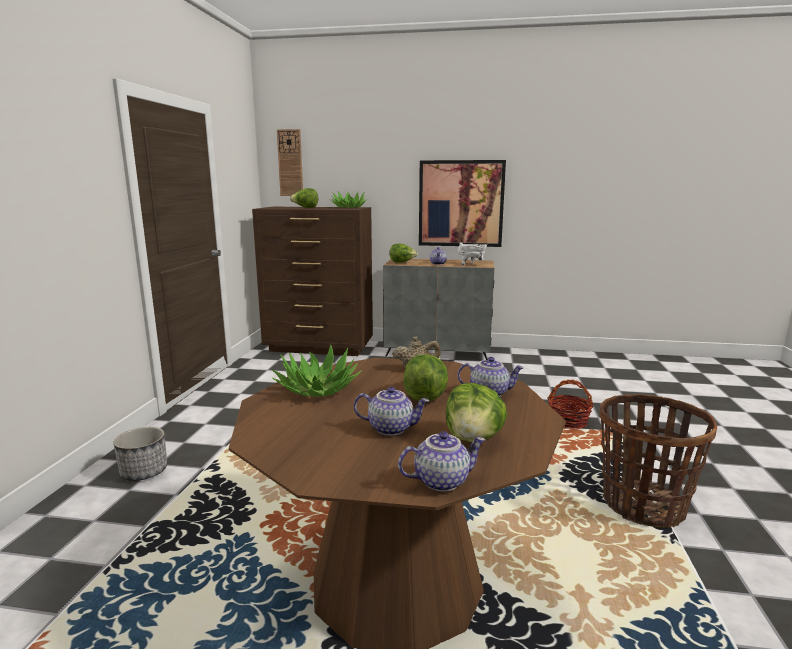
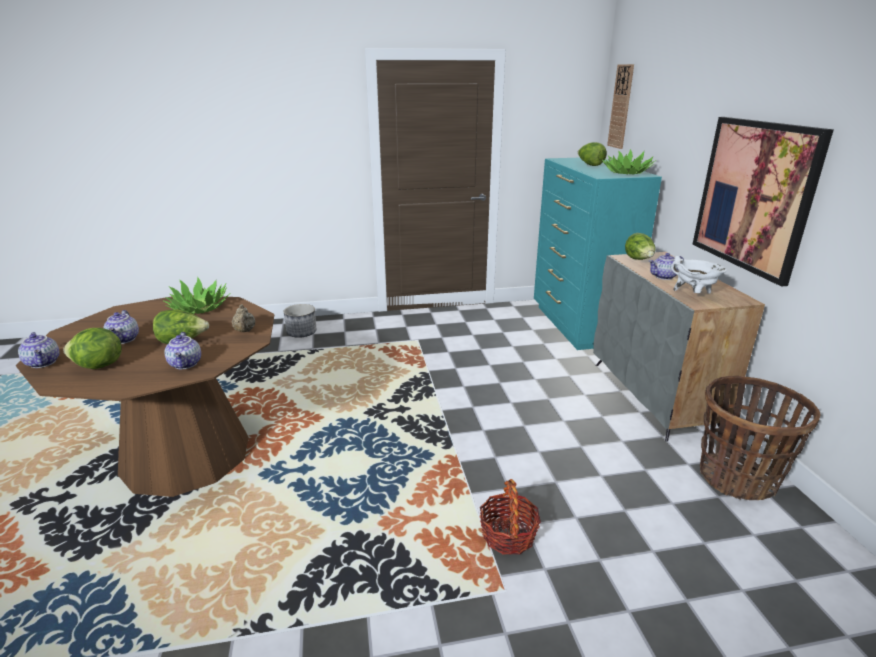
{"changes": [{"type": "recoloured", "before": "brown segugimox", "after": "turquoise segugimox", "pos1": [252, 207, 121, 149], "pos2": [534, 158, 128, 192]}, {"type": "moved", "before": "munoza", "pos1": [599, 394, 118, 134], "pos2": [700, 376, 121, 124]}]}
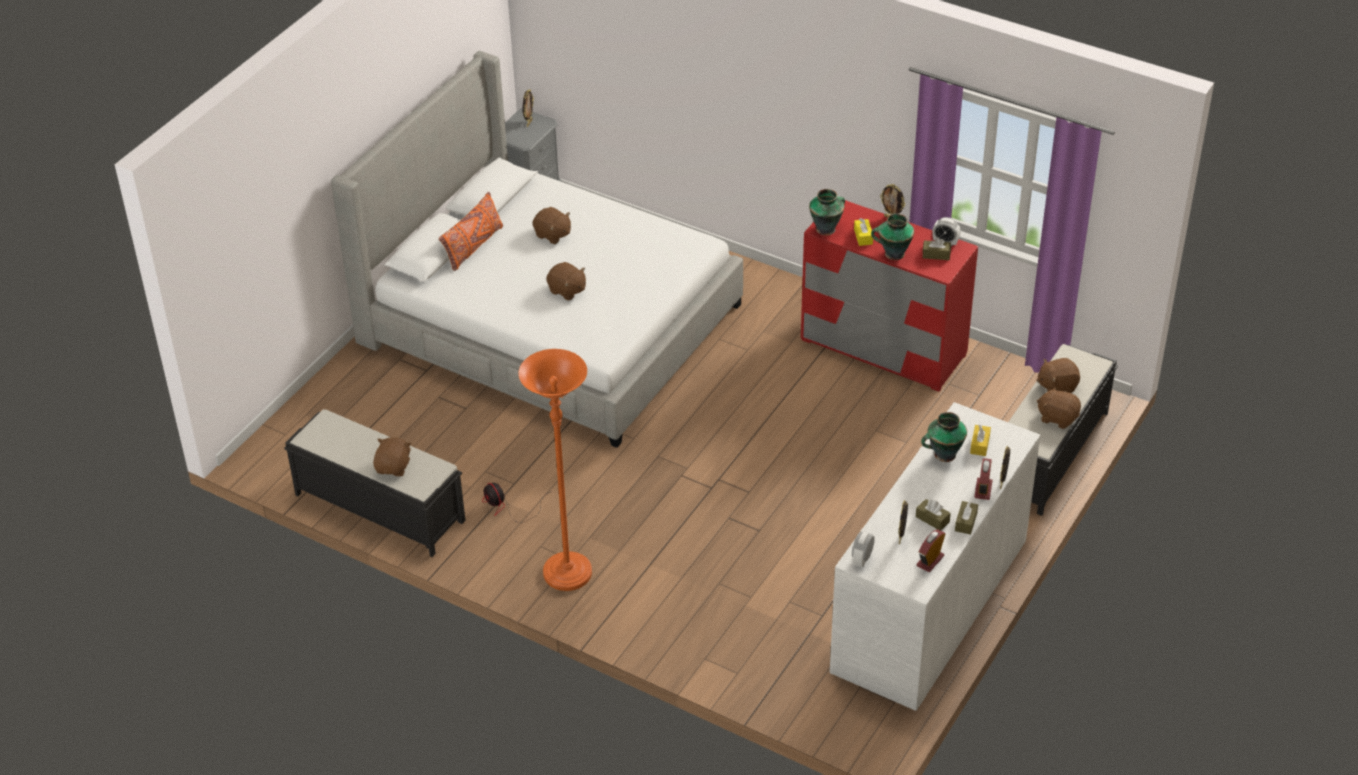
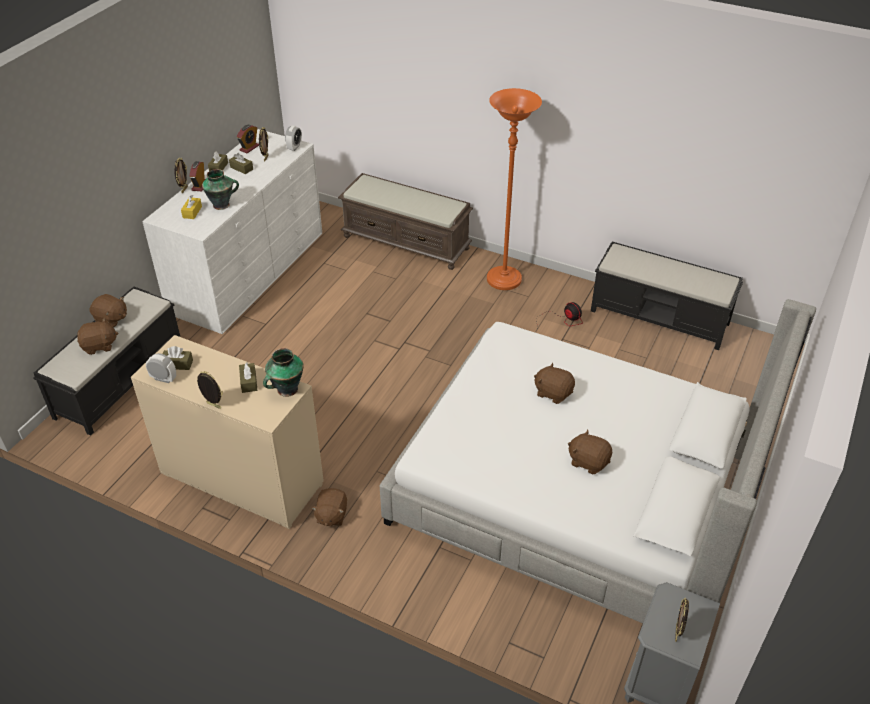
{"changes": [{"type": "recoloured", "before": "red segugimox", "after": "beige segugimox", "pos1": [801, 200, 177, 192], "pos2": [131, 335, 193, 194]}, {"type": "recoloured", "before": "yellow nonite", "after": "brown nonite", "pos1": [854, 218, 19, 28], "pos2": [239, 362, 18, 31]}, {"type": "moved", "before": "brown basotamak", "pos1": [373, 437, 38, 39], "pos2": [311, 488, 36, 38]}, {"type": "added", "after": "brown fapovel", "pos2": [338, 173, 135, 97]}, {"type": "removed", "before": "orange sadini", "pos1": [439, 192, 64, 79]}, {"type": "removed", "before": "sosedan", "pos1": [871, 213, 43, 47]}]}
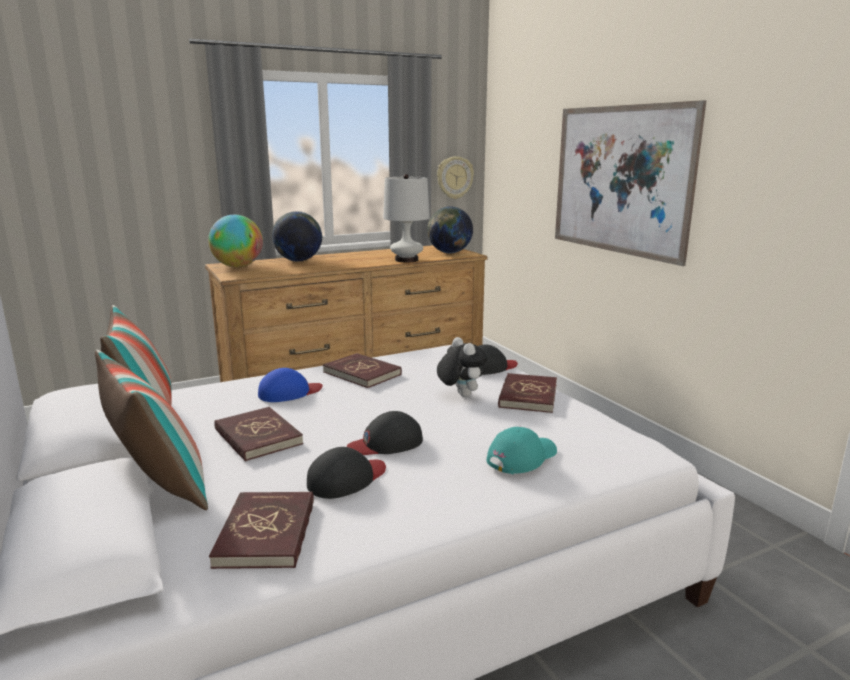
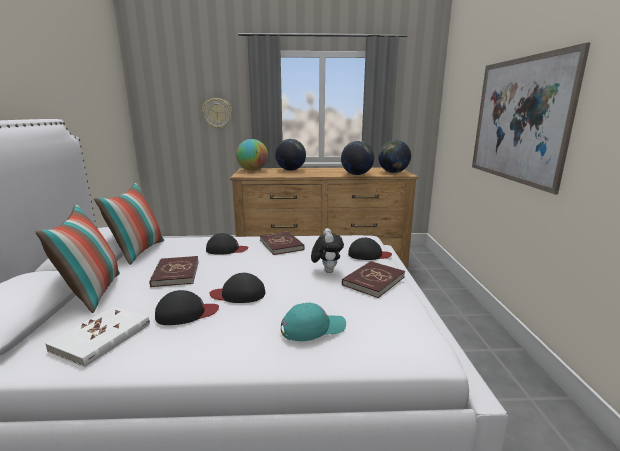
{"changes": [{"type": "recoloured", "before": "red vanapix", "after": "white vanapix", "pos1": [209, 492, 105, 77], "pos2": [45, 306, 105, 61]}, {"type": "moved", "before": "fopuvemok", "pos1": [437, 156, 37, 43], "pos2": [202, 98, 30, 31]}, {"type": "recoloured", "before": "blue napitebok", "after": "black napitebok", "pos1": [258, 368, 64, 34], "pos2": [206, 233, 42, 21]}, {"type": "replaced", "before": "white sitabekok", "after": "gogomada", "pos1": [383, 174, 47, 88], "pos2": [341, 141, 33, 34]}]}
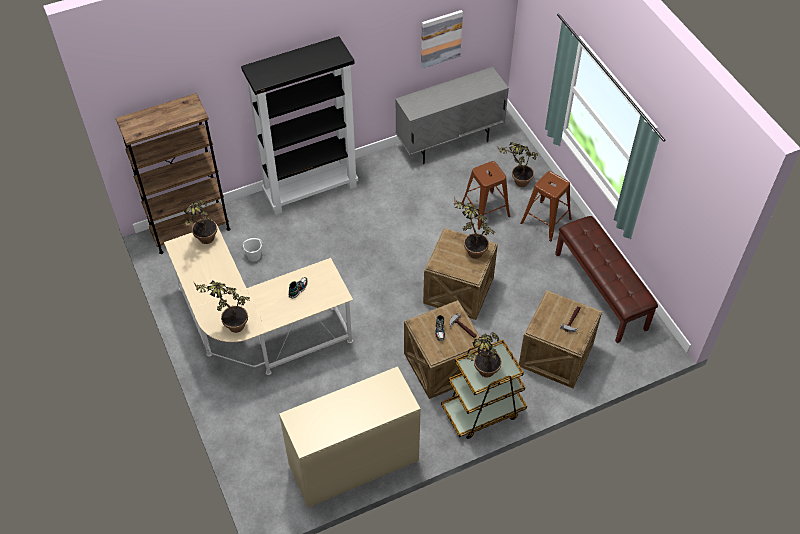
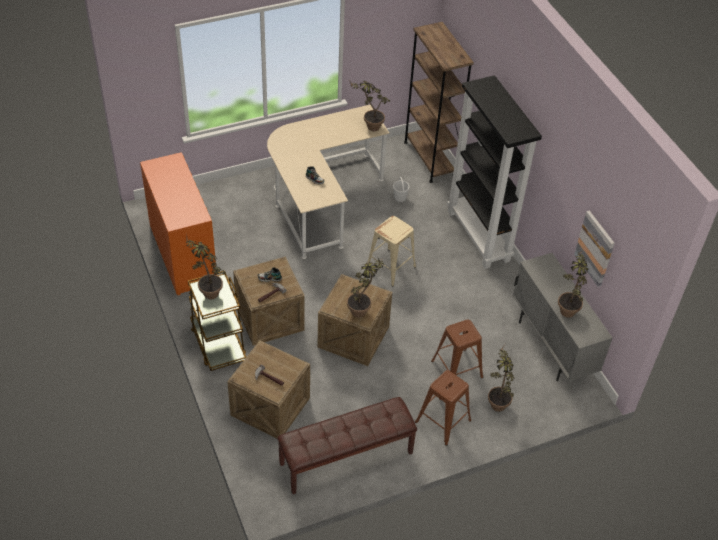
{"changes": [{"type": "recoloured", "before": "beige segugimox", "after": "orange segugimox", "pos1": [279, 366, 142, 142], "pos2": [140, 152, 77, 143]}, {"type": "added", "after": "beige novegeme", "pos2": [367, 216, 49, 71]}, {"type": "moved", "before": "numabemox", "pos1": [194, 281, 56, 52], "pos2": [558, 249, 30, 69]}]}
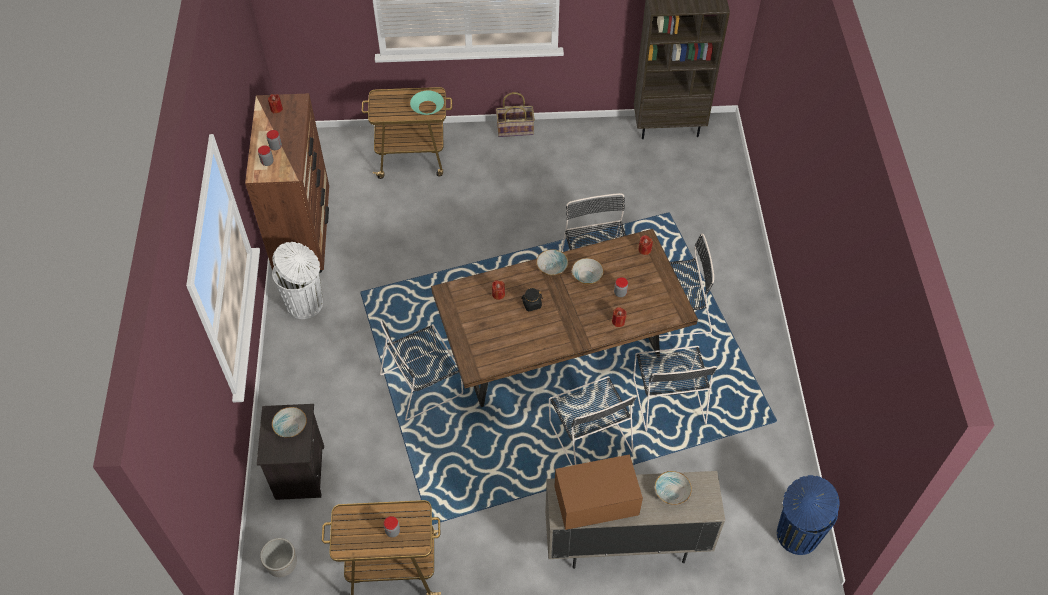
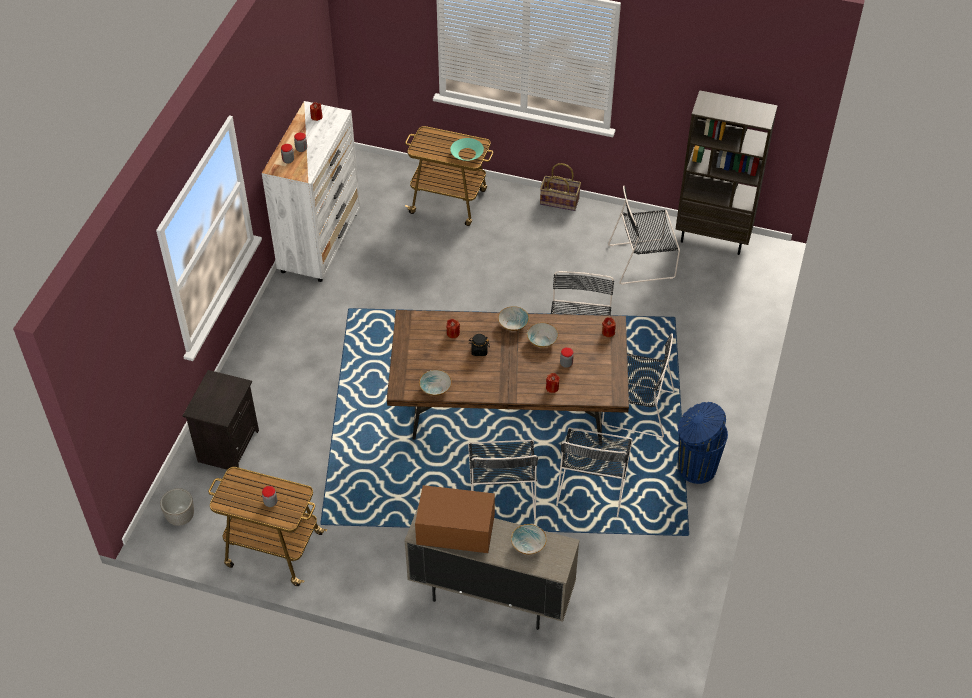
{"changes": [{"type": "recoloured", "before": "brown segugimox", "after": "white segugimox", "pos1": [245, 93, 84, 180], "pos2": [262, 101, 98, 181]}, {"type": "moved", "before": "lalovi", "pos1": [272, 407, 35, 31], "pos2": [419, 370, 33, 26]}, {"type": "moved", "before": "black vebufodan", "pos1": [380, 320, 83, 101], "pos2": [608, 185, 72, 100]}, {"type": "moved", "before": "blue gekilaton", "pos1": [777, 475, 62, 80], "pos2": [677, 402, 51, 82]}, {"type": "removed", "before": "white gekilaton", "pos1": [272, 242, 51, 77]}]}
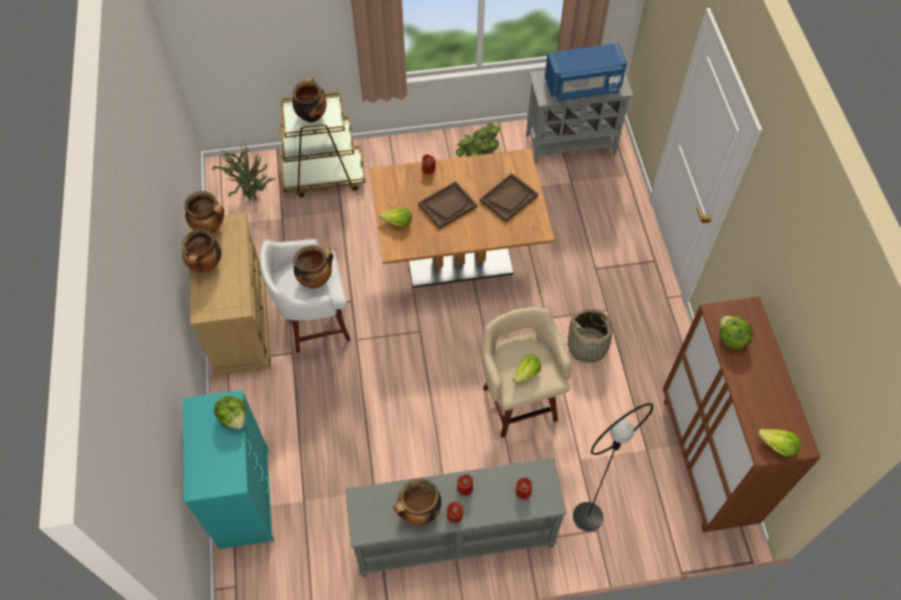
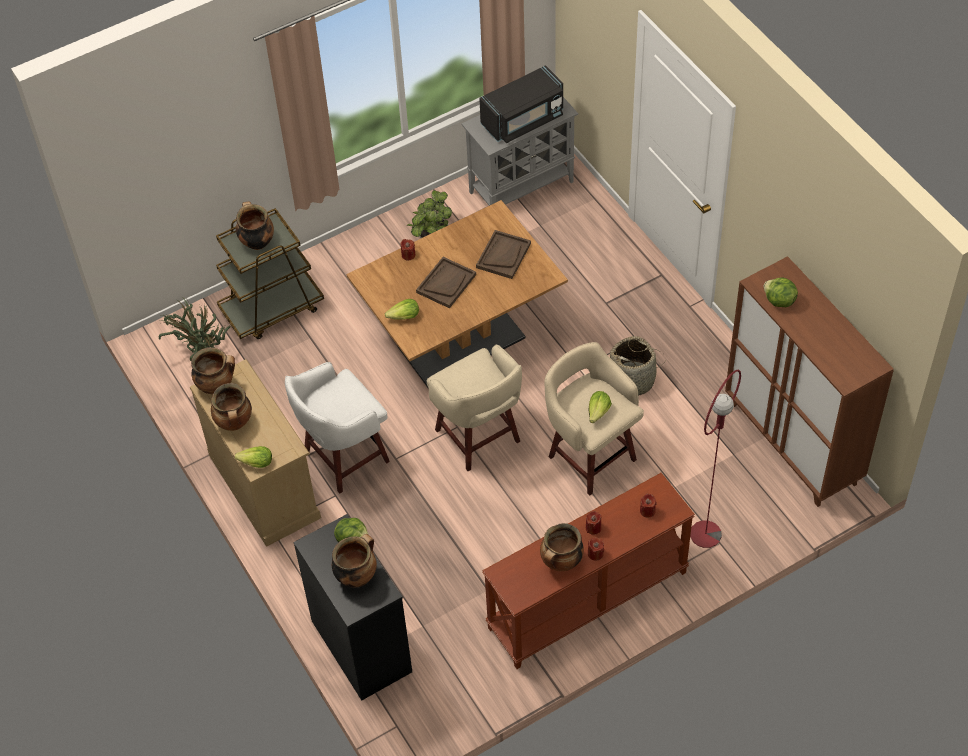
{"changes": [{"type": "moved", "before": "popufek", "pos1": [758, 429, 43, 28], "pos2": [235, 446, 37, 22]}, {"type": "recoloured", "before": "turquoise segugimox", "after": "black segugimox", "pos1": [183, 390, 91, 159], "pos2": [293, 514, 119, 187]}, {"type": "moved", "before": "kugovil", "pos1": [293, 245, 40, 43], "pos2": [332, 534, 45, 54]}, {"type": "added", "after": "beige novegeme", "pos2": [427, 344, 95, 127]}, {"type": "recoloured", "before": "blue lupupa", "after": "black lupupa", "pos1": [545, 43, 82, 58], "pos2": [479, 65, 84, 78]}, {"type": "recoloured", "before": "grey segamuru", "after": "brown segamuru", "pos1": [345, 458, 222, 119], "pos2": [483, 473, 212, 196]}, {"type": "recoloured", "before": "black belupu", "after": "red belupu", "pos1": [573, 403, 80, 128], "pos2": [690, 369, 51, 179]}]}
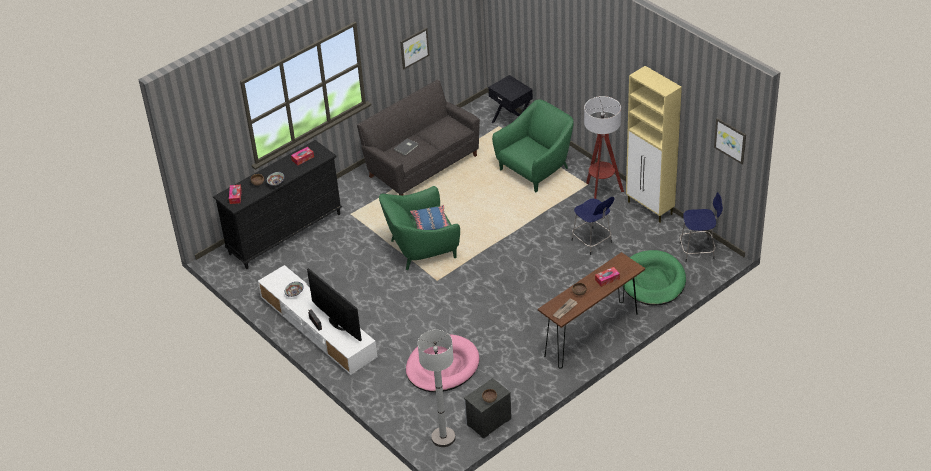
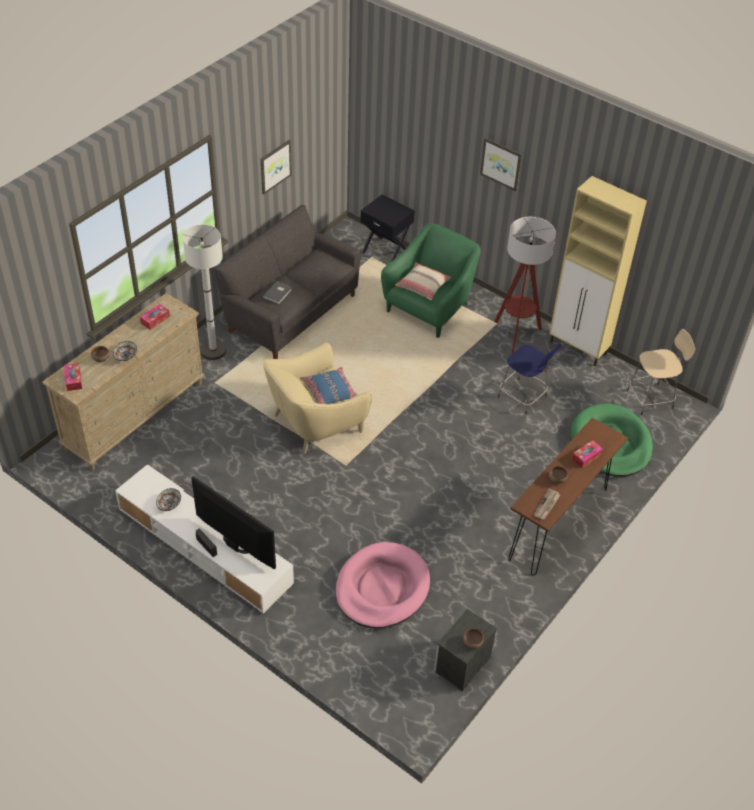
{"changes": [{"type": "recoloured", "before": "black segugimox", "after": "beige segugimox", "pos1": [213, 140, 129, 129], "pos2": [42, 293, 162, 177]}, {"type": "moved", "before": "white belupu", "pos1": [418, 330, 38, 117], "pos2": [183, 225, 43, 135]}, {"type": "recoloured", "before": "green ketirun", "after": "beige ketirun", "pos1": [379, 186, 81, 84], "pos2": [263, 343, 109, 111]}, {"type": "added", "after": "beige sadini", "pos2": [395, 262, 56, 38]}, {"type": "moved", "before": "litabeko", "pos1": [714, 118, 32, 47], "pos2": [480, 138, 42, 53]}, {"type": "recoloured", "before": "blue novegeme", "after": "beige novegeme", "pos1": [680, 192, 43, 70], "pos2": [627, 329, 68, 86]}]}
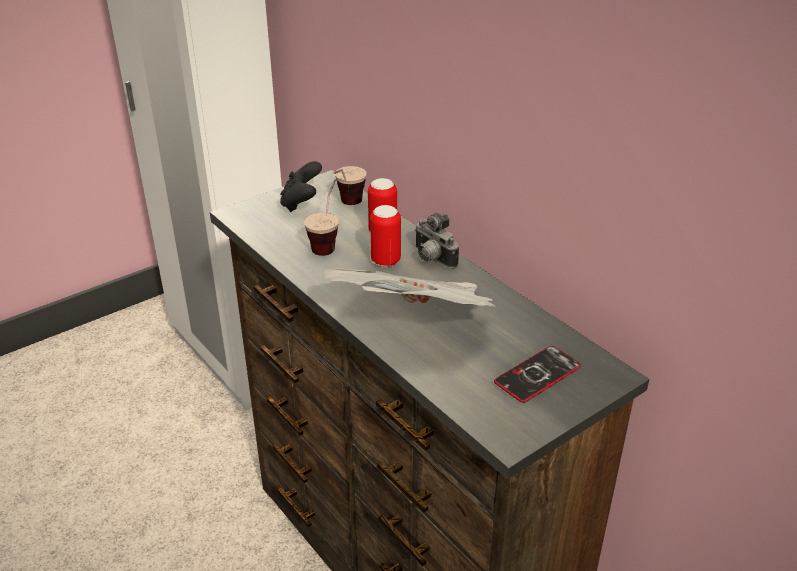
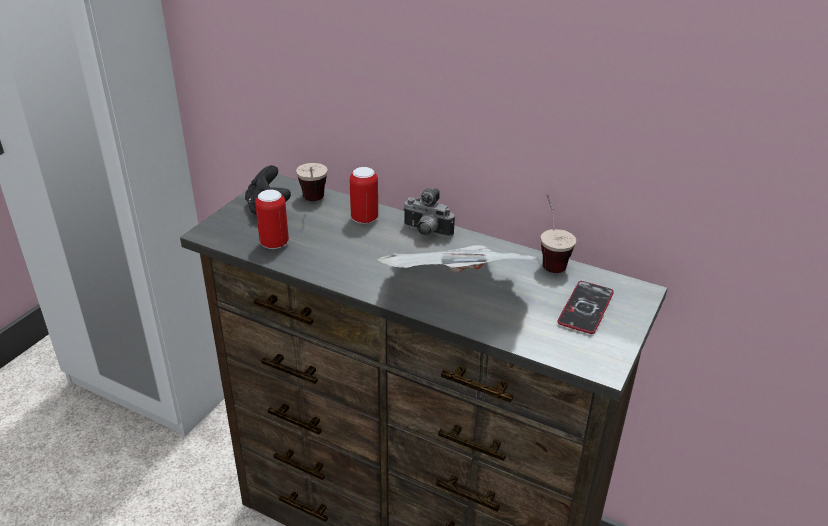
{"changes": [{"type": "moved", "before": "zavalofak", "pos1": [370, 205, 31, 62], "pos2": [255, 190, 34, 59]}, {"type": "moved", "before": "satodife", "pos1": [304, 179, 35, 77], "pos2": [541, 194, 35, 79]}]}
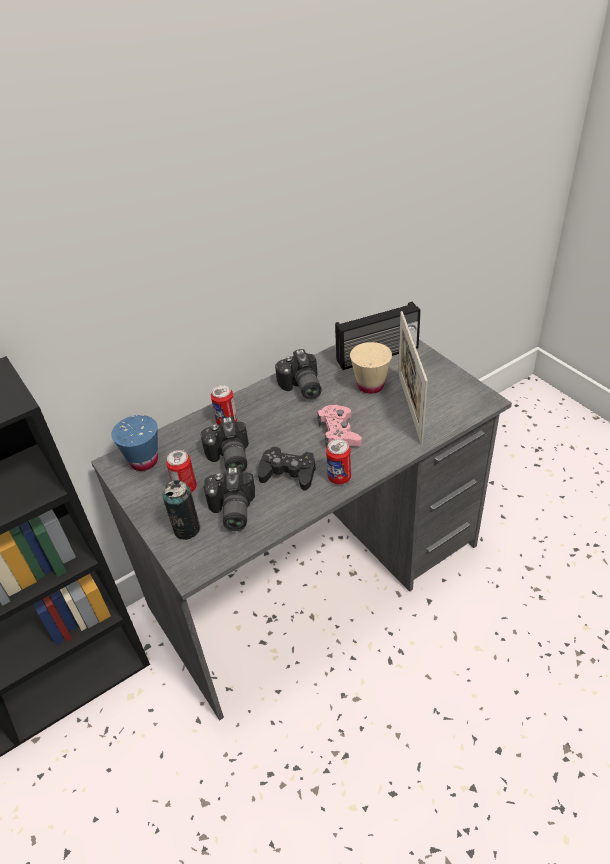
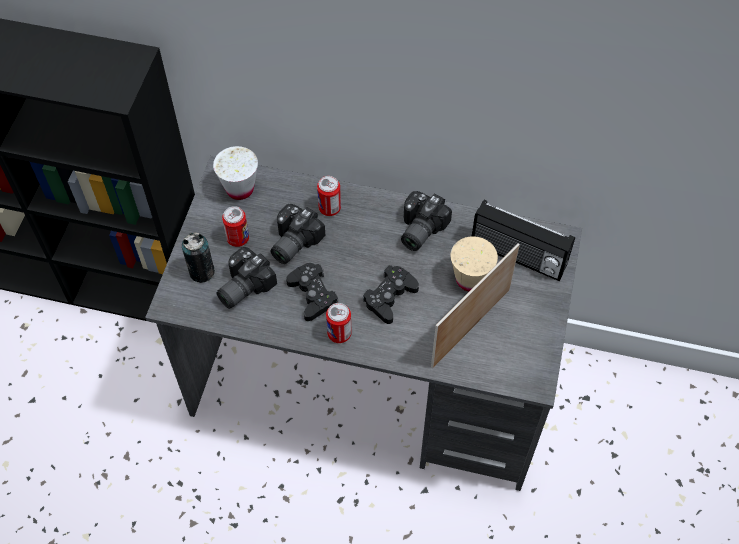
{"changes": [{"type": "recoloured", "before": "blue satodife", "after": "white satodife", "pos1": [111, 415, 47, 56], "pos2": [213, 146, 45, 54]}, {"type": "recoloured", "before": "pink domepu", "after": "black domepu", "pos1": [318, 405, 44, 43], "pos2": [363, 265, 56, 59]}]}
